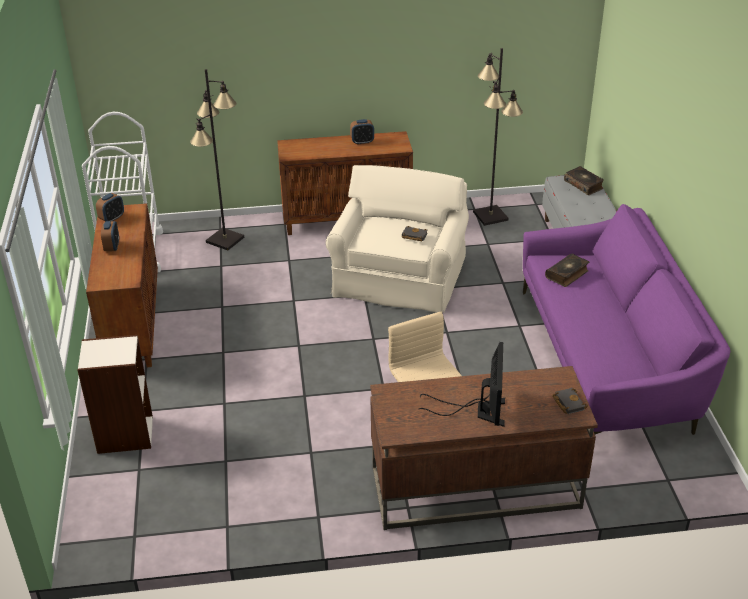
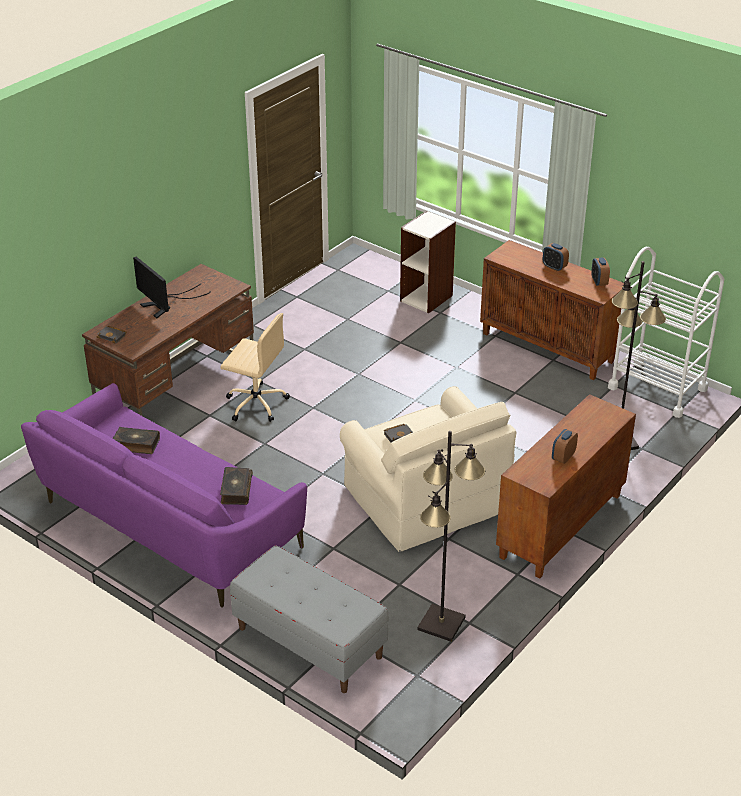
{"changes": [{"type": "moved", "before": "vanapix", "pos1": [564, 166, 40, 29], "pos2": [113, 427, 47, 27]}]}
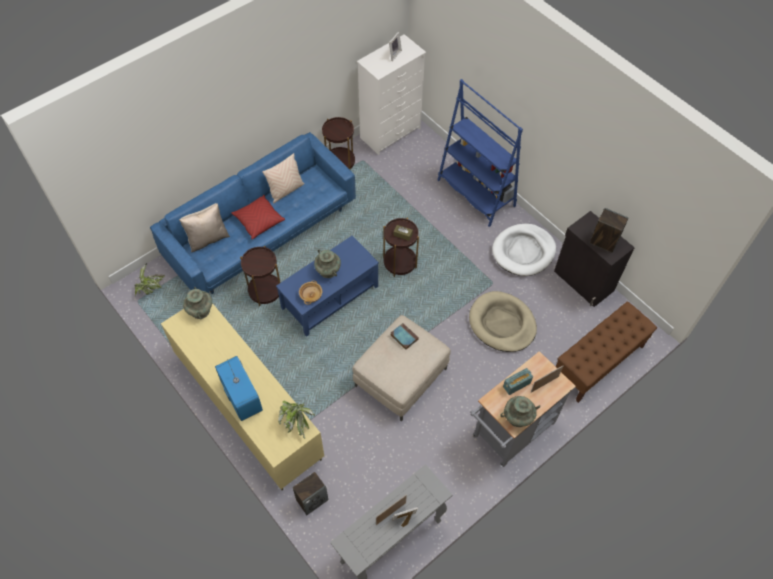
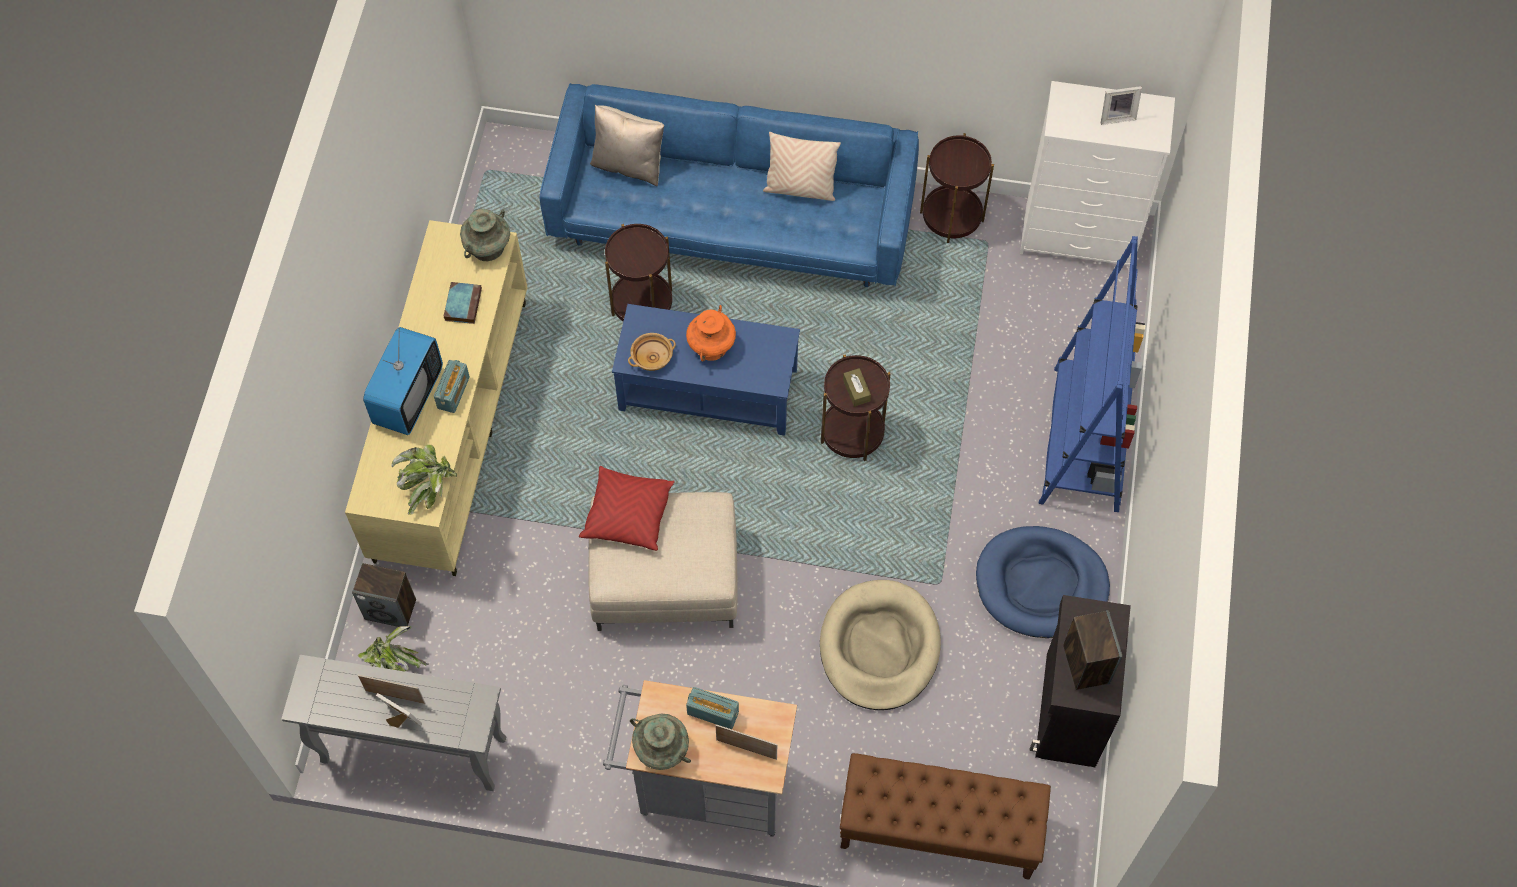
{"changes": [{"type": "moved", "before": "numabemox", "pos1": [134, 263, 31, 33], "pos2": [358, 626, 71, 46]}, {"type": "added", "after": "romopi", "pos2": [434, 360, 36, 53]}, {"type": "moved", "before": "vanapix", "pos1": [391, 323, 28, 27], "pos2": [444, 282, 38, 42]}, {"type": "moved", "before": "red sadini", "pos1": [232, 195, 53, 44], "pos2": [579, 466, 96, 85]}, {"type": "recoloured", "before": "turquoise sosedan", "after": "orange sosedan", "pos1": [314, 250, 27, 28], "pos2": [686, 305, 50, 57]}, {"type": "recoloured", "before": "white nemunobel", "after": "blue nemunobel", "pos1": [492, 224, 64, 52], "pos2": [976, 526, 134, 112]}]}
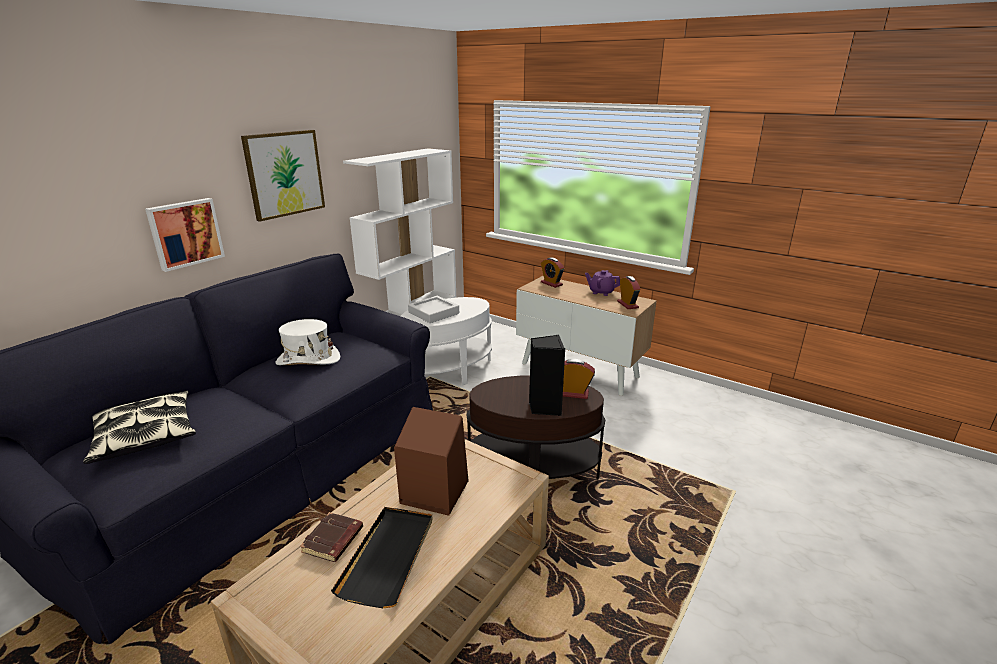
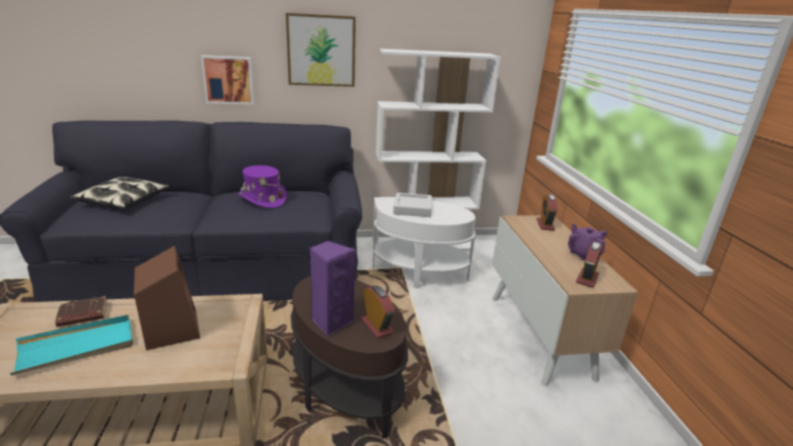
{"changes": [{"type": "recoloured", "before": "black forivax", "after": "turquoise forivax", "pos1": [331, 507, 102, 101], "pos2": [10, 315, 123, 60]}, {"type": "recoloured", "before": "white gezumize", "after": "purple gezumize", "pos1": [276, 319, 64, 46], "pos2": [238, 165, 49, 43]}, {"type": "recoloured", "before": "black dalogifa", "after": "purple dalogifa", "pos1": [529, 335, 36, 81], "pos2": [310, 240, 45, 96]}]}
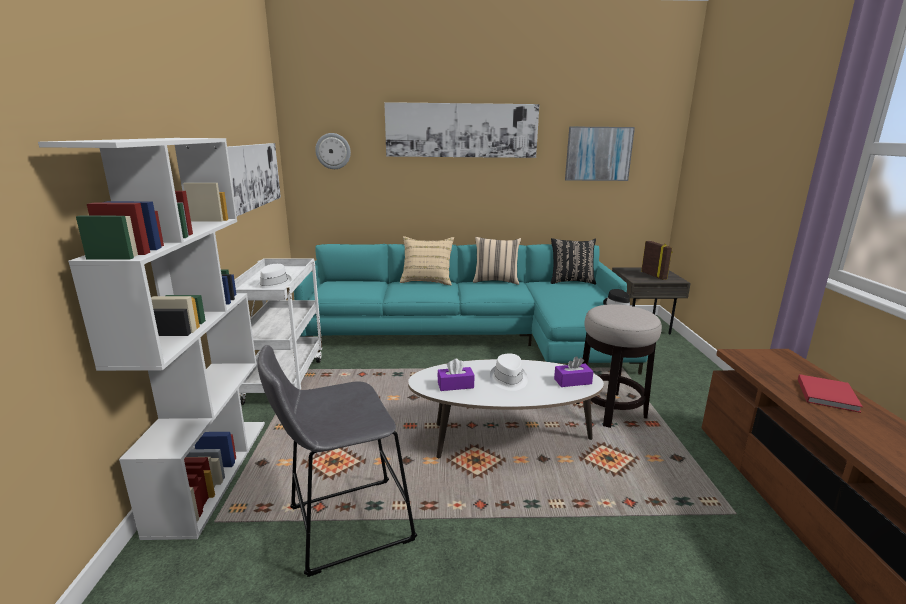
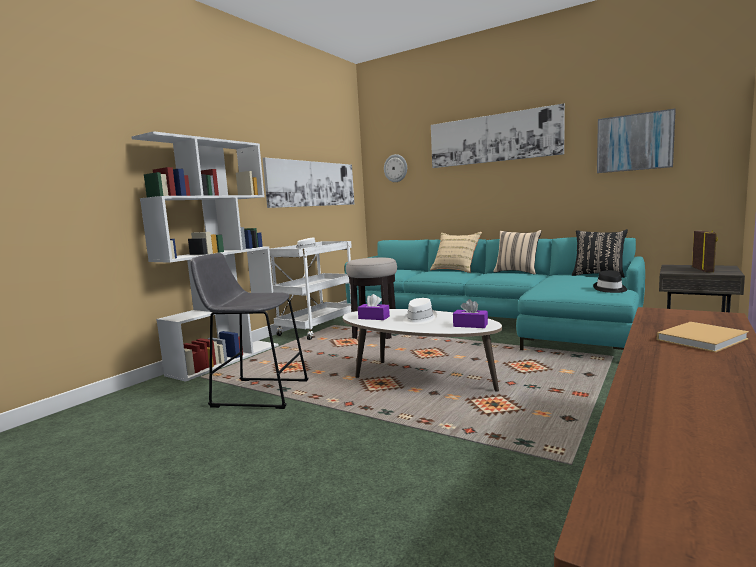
{"changes": [{"type": "moved", "before": "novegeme", "pos1": [576, 304, 86, 124], "pos2": [346, 257, 51, 82]}, {"type": "recoloured", "before": "red vanapix", "after": "beige vanapix", "pos1": [798, 374, 65, 39], "pos2": [657, 322, 92, 30]}]}
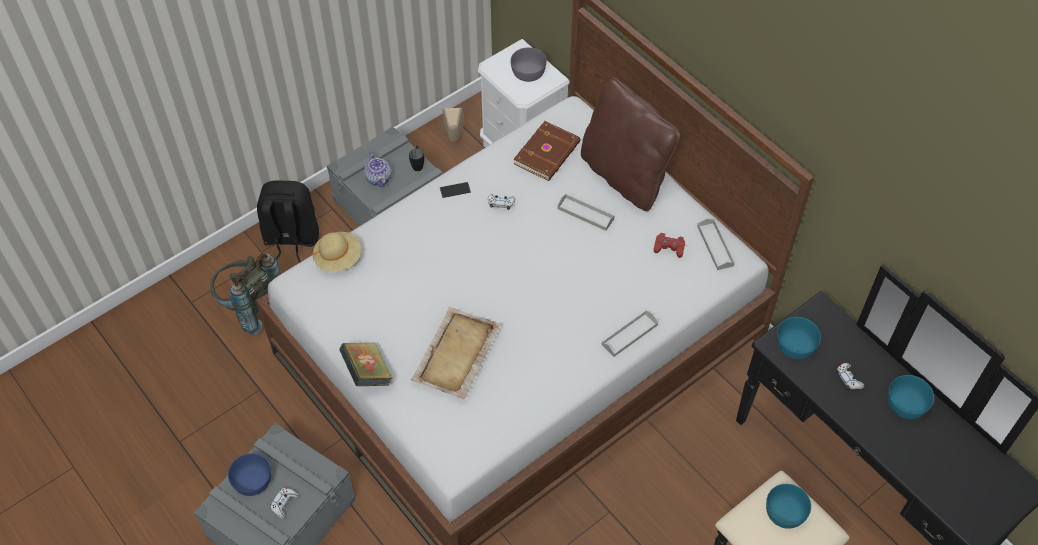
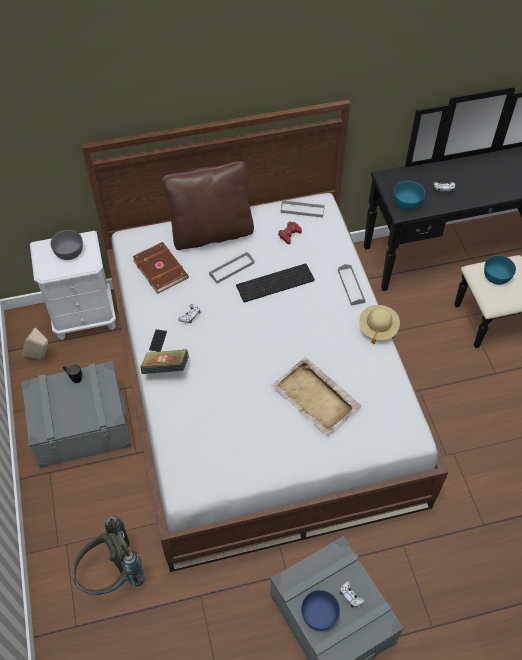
{"changes": [{"type": "moved", "before": "vanapix", "pos1": [339, 343, 54, 43], "pos2": [140, 349, 49, 25]}, {"type": "added", "after": "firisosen", "pos2": [236, 263, 79, 40]}, {"type": "moved", "before": "beige gezumize", "pos1": [313, 232, 48, 40], "pos2": [359, 305, 41, 39]}, {"type": "removed", "before": "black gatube", "pos1": [257, 180, 62, 83]}, {"type": "removed", "before": "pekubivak", "pos1": [364, 152, 28, 35]}, {"type": "removed", "before": "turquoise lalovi", "pos1": [888, 375, 46, 44]}]}
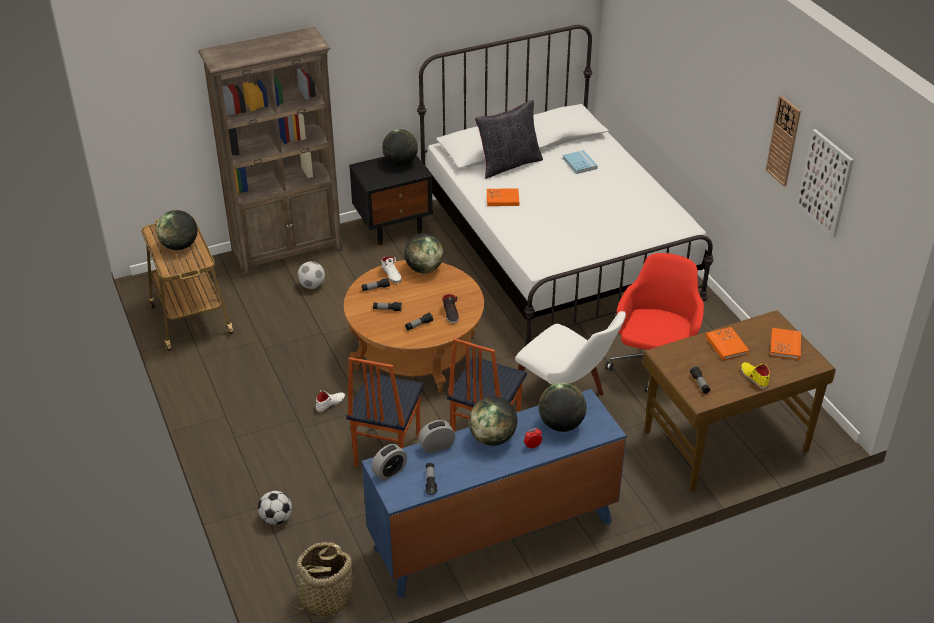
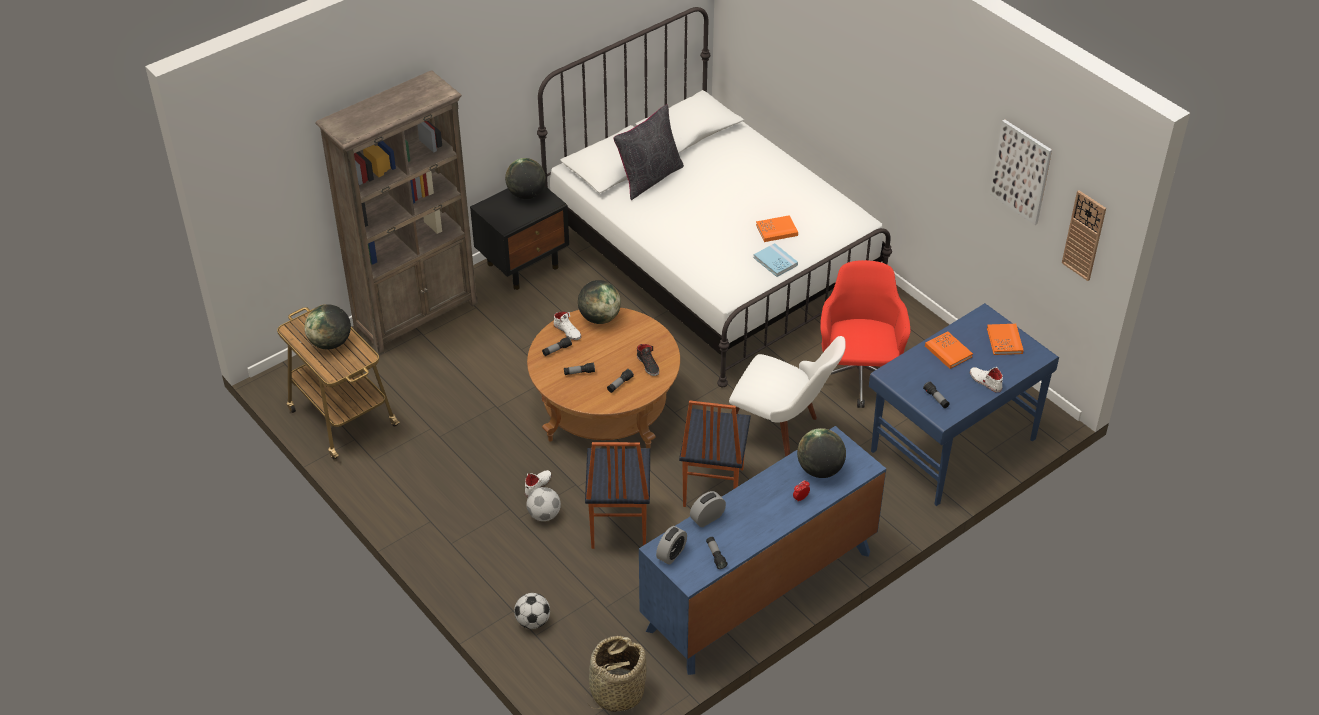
{"changes": [{"type": "moved", "before": "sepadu", "pos1": [297, 261, 28, 28], "pos2": [527, 487, 34, 34]}, {"type": "moved", "before": "blue vanapix", "pos1": [563, 150, 35, 24], "pos2": [753, 243, 45, 34]}, {"type": "moved", "before": "orange vanapix", "pos1": [487, 188, 32, 18], "pos2": [756, 215, 42, 27]}, {"type": "recoloured", "before": "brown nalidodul", "after": "blue nalidodul", "pos1": [642, 310, 194, 182], "pos2": [869, 303, 190, 203]}, {"type": "recoloured", "before": "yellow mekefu", "after": "white mekefu", "pos1": [741, 362, 29, 27], "pos2": [970, 367, 33, 25]}, {"type": "moved", "before": "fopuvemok", "pos1": [766, 95, 35, 92], "pos2": [1062, 190, 44, 91]}, {"type": "removed", "before": "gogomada", "pos1": [469, 396, 48, 50]}]}
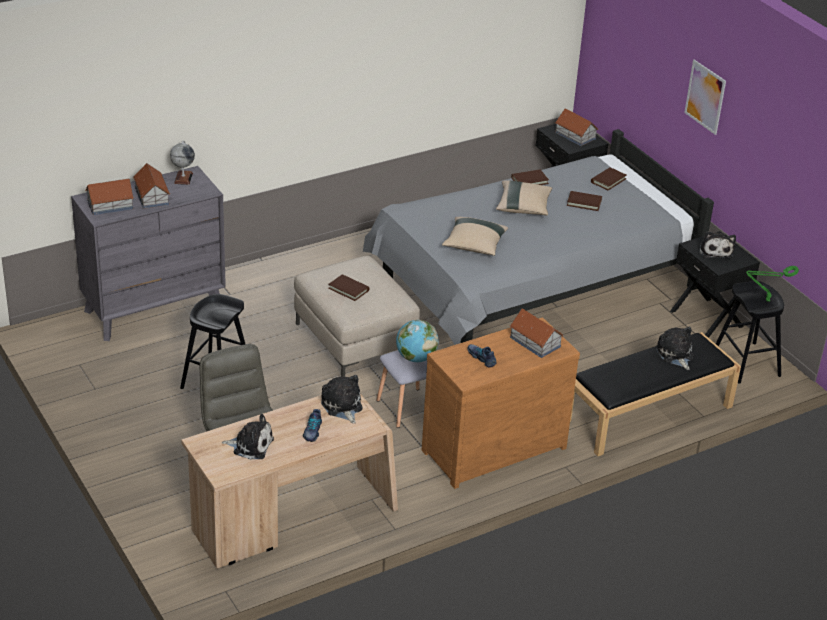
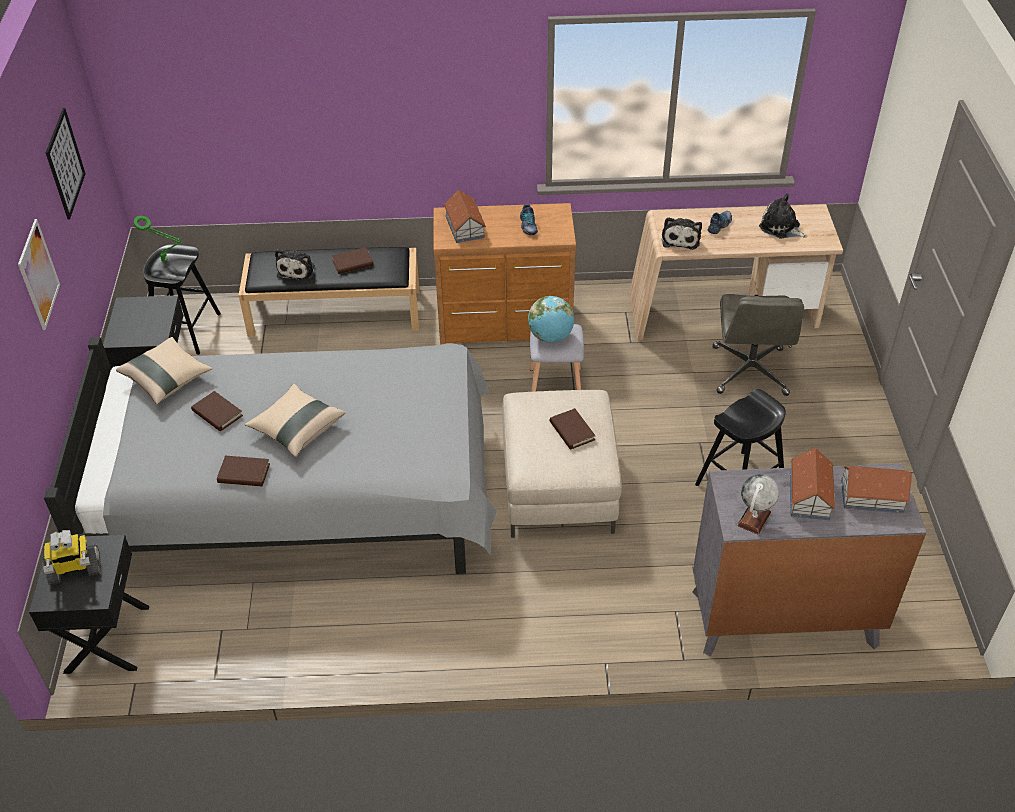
{"changes": [{"type": "replaced", "before": "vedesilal", "after": "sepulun", "pos1": [555, 108, 43, 38], "pos2": [42, 530, 59, 55]}, {"type": "added", "after": "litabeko", "pos2": [46, 108, 40, 112]}, {"type": "moved", "before": "beige sadini", "pos1": [442, 217, 66, 39], "pos2": [116, 337, 96, 68]}, {"type": "moved", "before": "brown vanapix", "pos1": [591, 167, 36, 23], "pos2": [332, 247, 42, 27]}, {"type": "removed", "before": "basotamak", "pos1": [700, 231, 36, 28]}]}
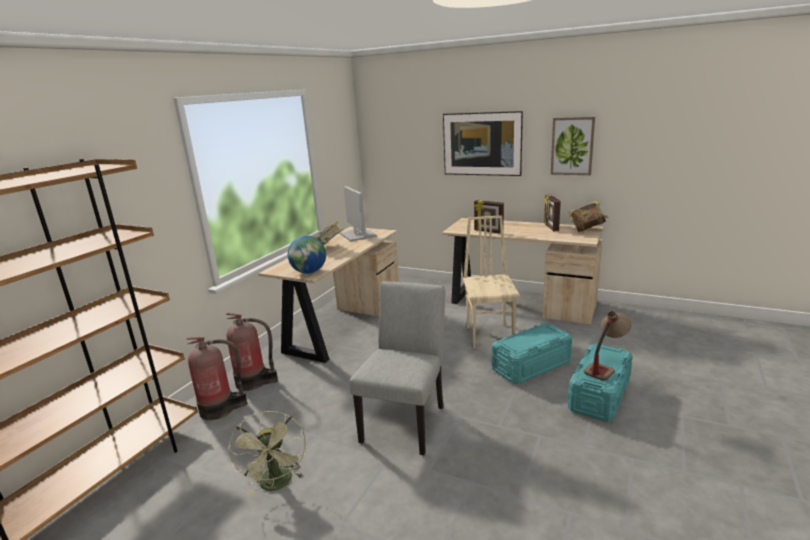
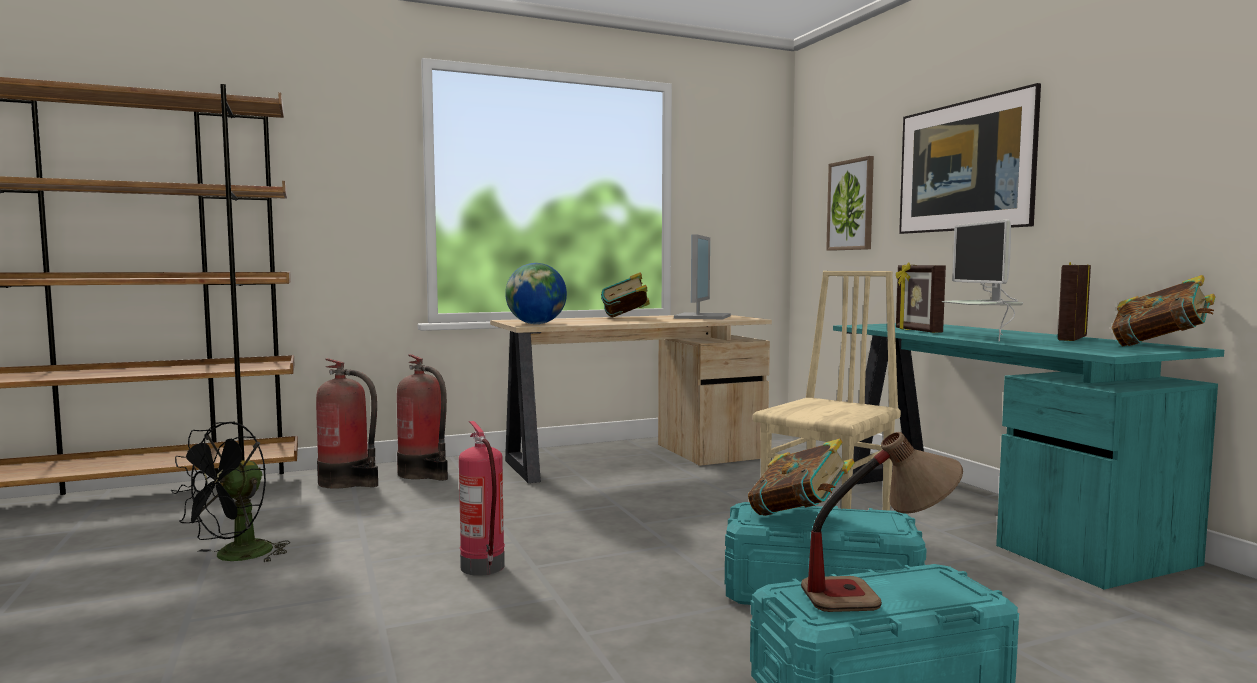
{"changes": [{"type": "recoloured", "before": "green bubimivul", "after": "black bubimivul", "pos1": [228, 411, 78, 84], "pos2": [171, 421, 119, 142]}, {"type": "replaced", "before": "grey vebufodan", "after": "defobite", "pos1": [349, 281, 96, 174], "pos2": [459, 421, 46, 155]}, {"type": "added", "after": "vanapix", "pos2": [748, 438, 107, 78]}, {"type": "moved", "before": "litabeko", "pos1": [551, 117, 44, 58], "pos2": [826, 156, 48, 95]}, {"type": "recoloured", "before": "beige nalidodul", "after": "turquoise nalidodul", "pos1": [442, 218, 162, 107], "pos2": [833, 323, 391, 267]}, {"type": "added", "after": "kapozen", "pos2": [941, 220, 82, 122]}]}
